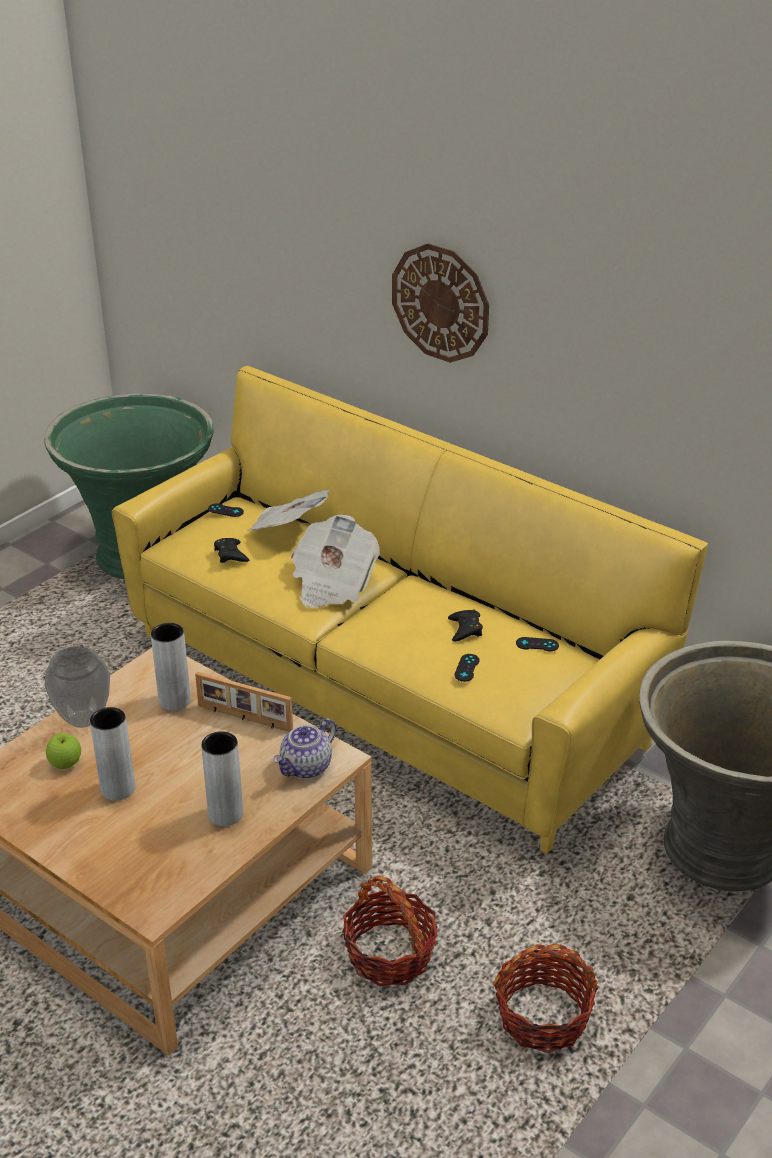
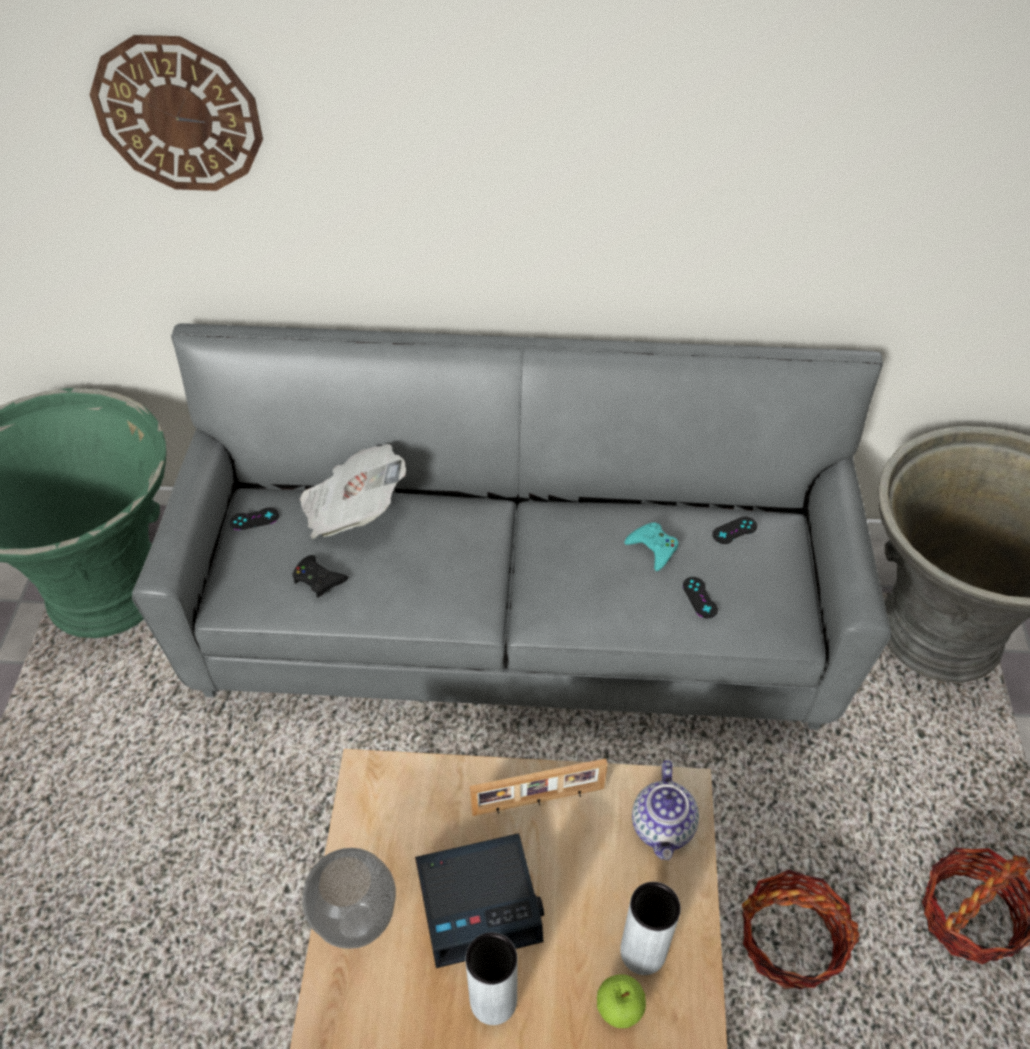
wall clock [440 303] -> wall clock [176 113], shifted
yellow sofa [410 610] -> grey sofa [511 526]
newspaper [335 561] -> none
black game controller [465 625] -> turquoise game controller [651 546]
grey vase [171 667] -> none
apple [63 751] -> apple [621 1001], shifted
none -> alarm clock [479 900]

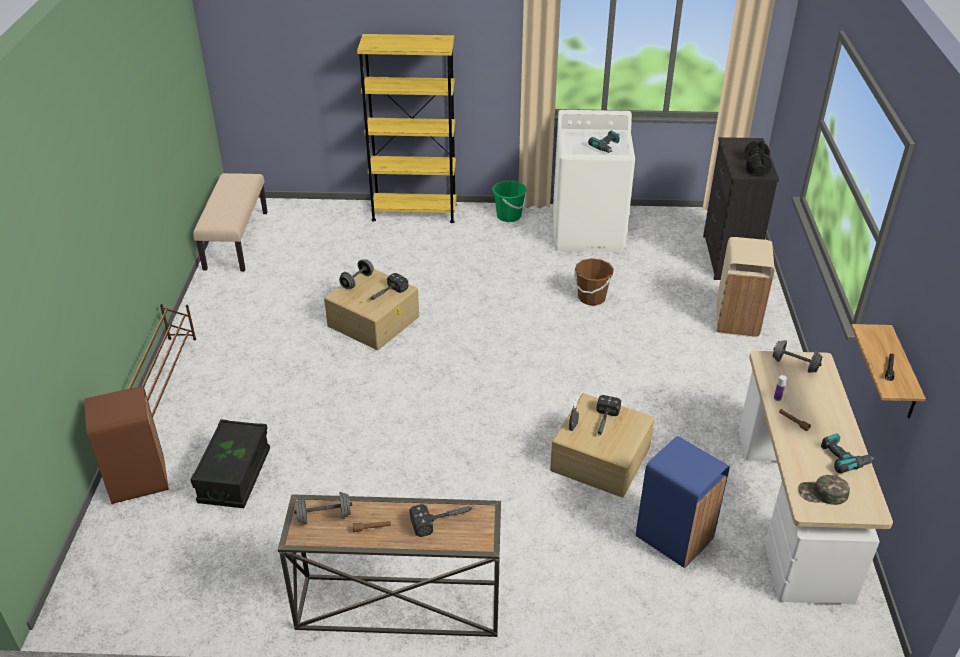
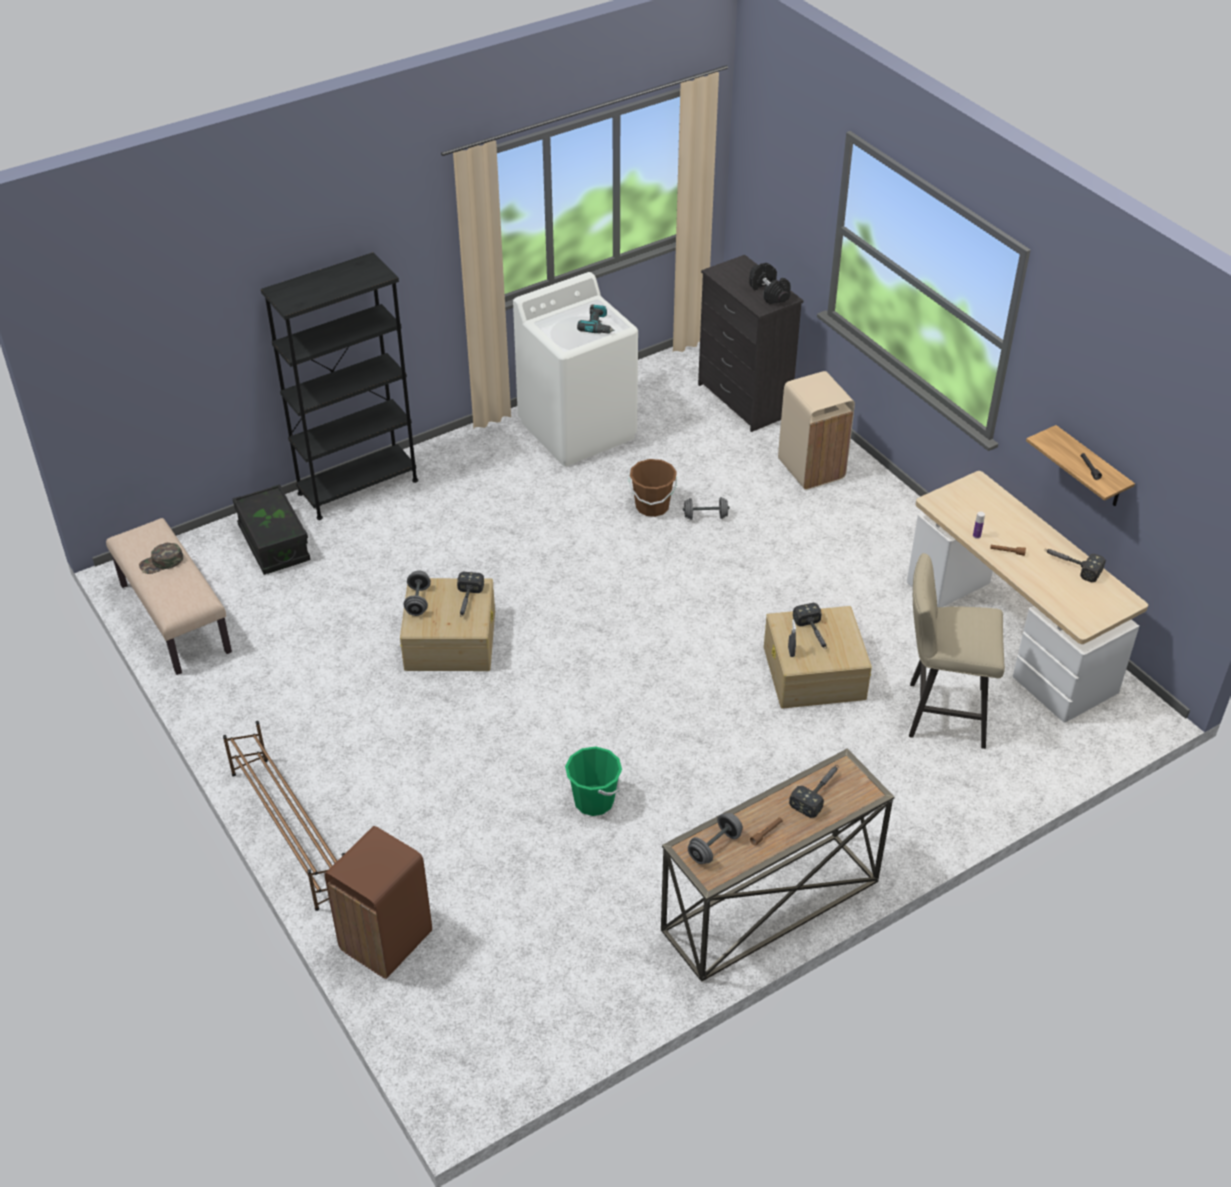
yellow bookcase [407 128] -> black bookcase [339 386]
green bucket [509 201] -> green bucket [593 781], shifted
grey dumbbell [797 356] -> grey dumbbell [706 508], shifted
black storage box [230 463] -> black storage box [271 529], shifted
power drill [847 453] -> hammer [1075 565]
blue trash can [683 502] -> beige stool [957 651]
green cap [824 490] -> green cap [161 558], shifted

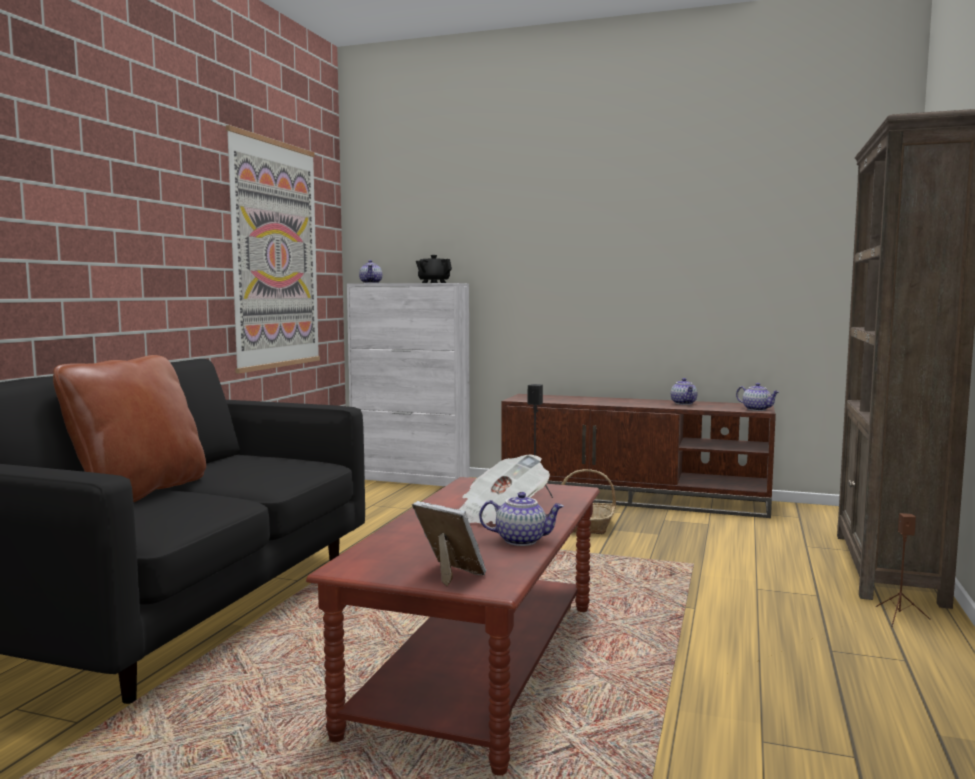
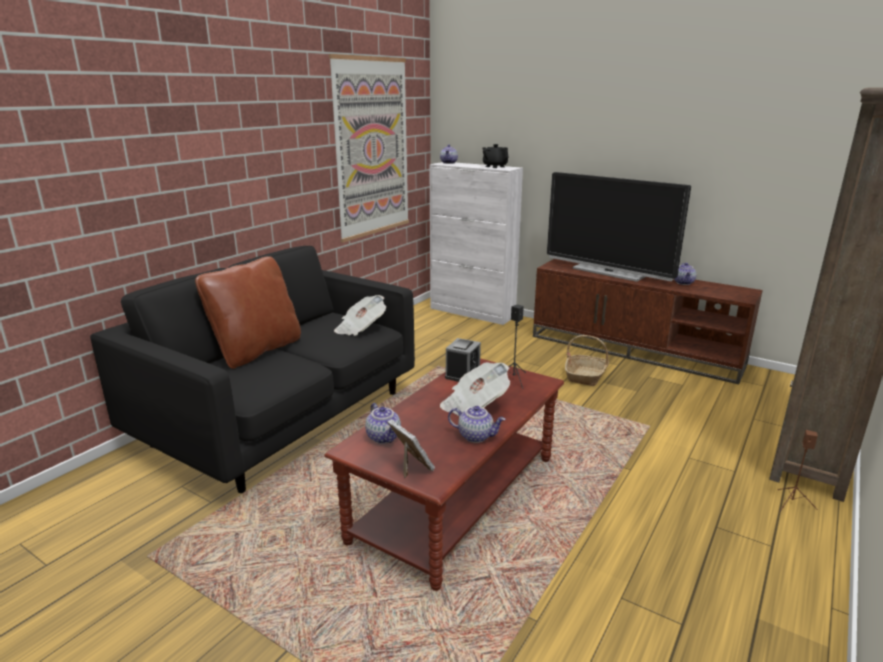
teapot [757 397] -> teapot [383 423], shifted
none -> television [619 227]
none -> newspaper [360 315]
none -> alarm clock [463 360]

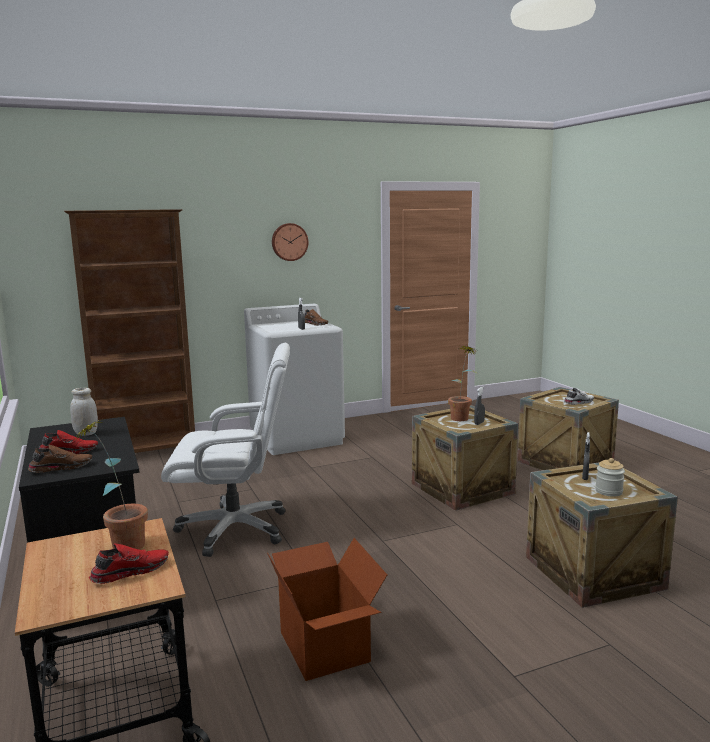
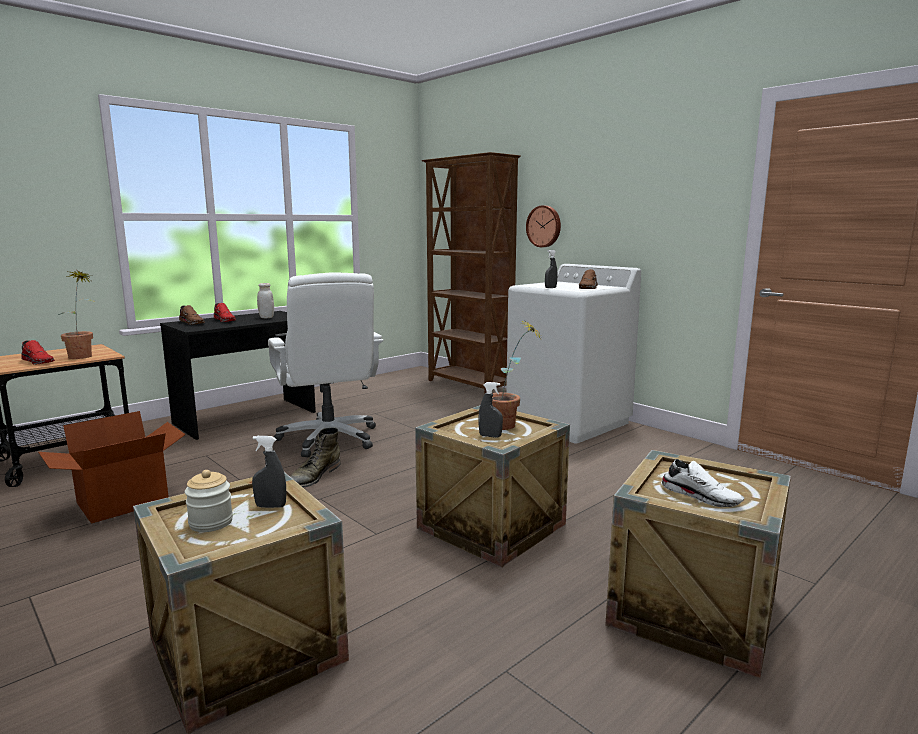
wall clock [290 242] -> wall clock [543 226], shifted
none -> green boot [315 457]

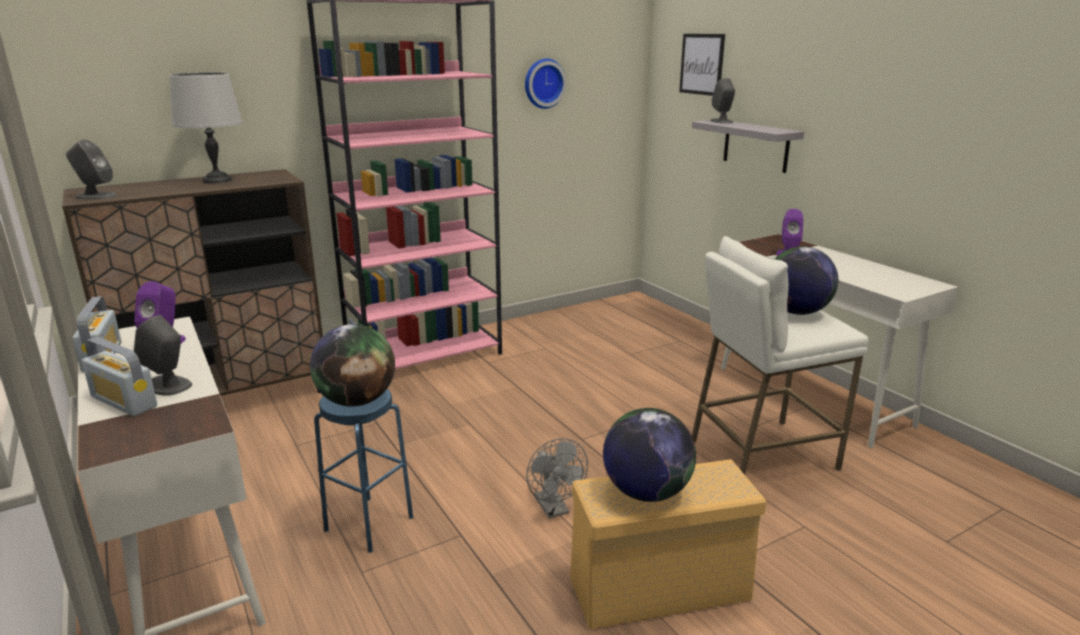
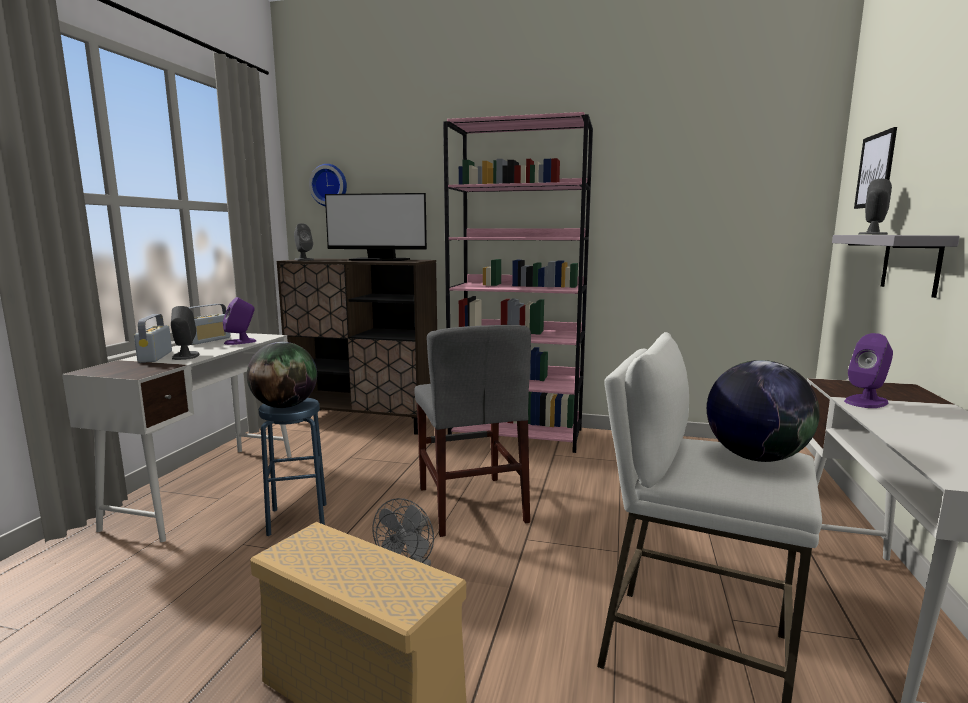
wall clock [545 83] -> wall clock [328 185], shifted
grey table lamp [206 128] -> monitor [376 227]
globe [649 455] -> none
none -> grey chair [472 431]

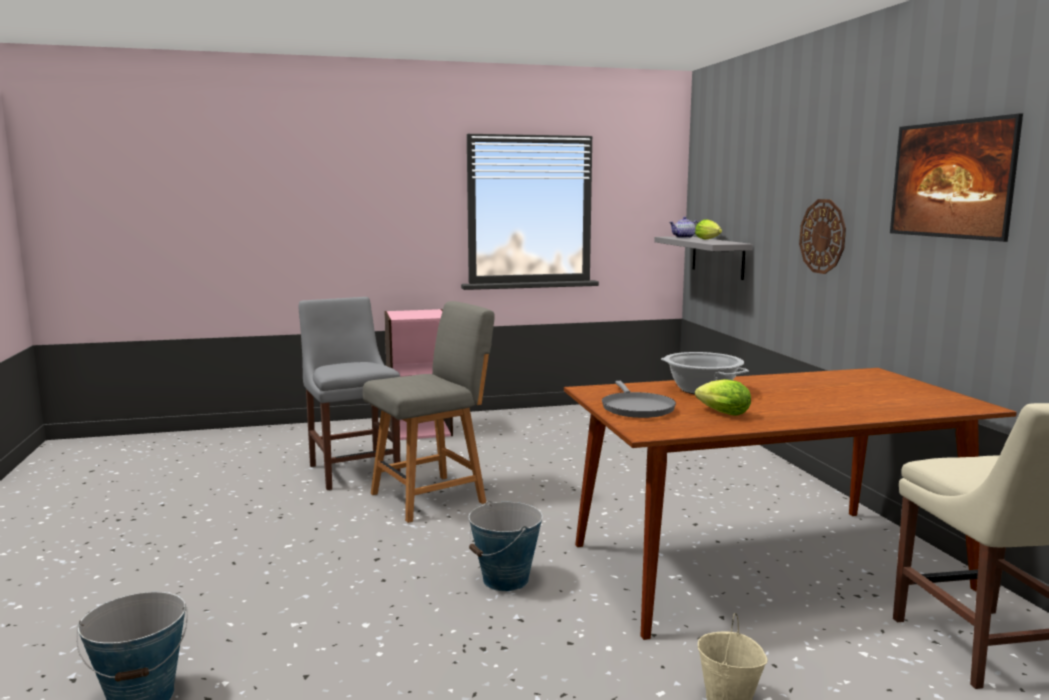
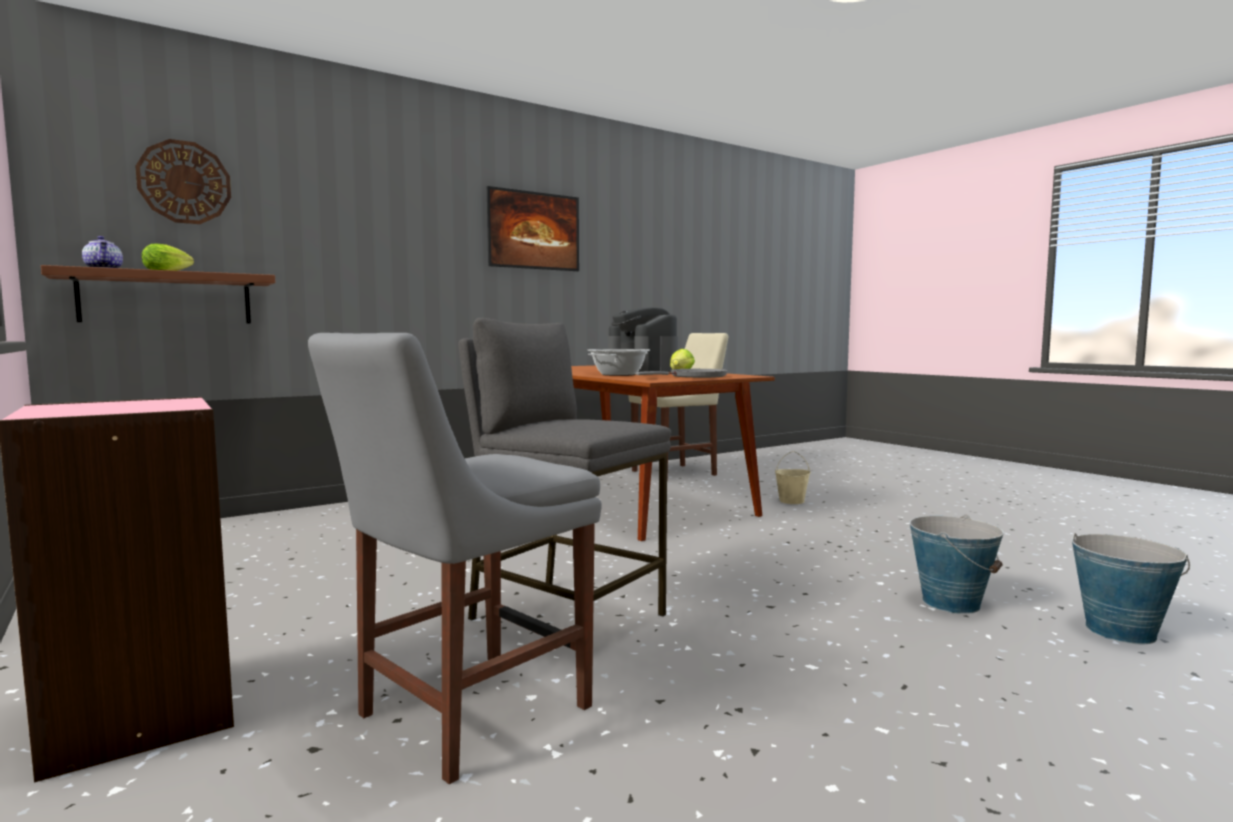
wall clock [822 236] -> wall clock [183 181], shifted
grey shelf [703 258] -> brown shelf [158 294]
grey chair [429 412] -> grey stool [564 469]
bucket [506 546] -> bucket [956 564], shifted
none -> coffee machine [643 339]

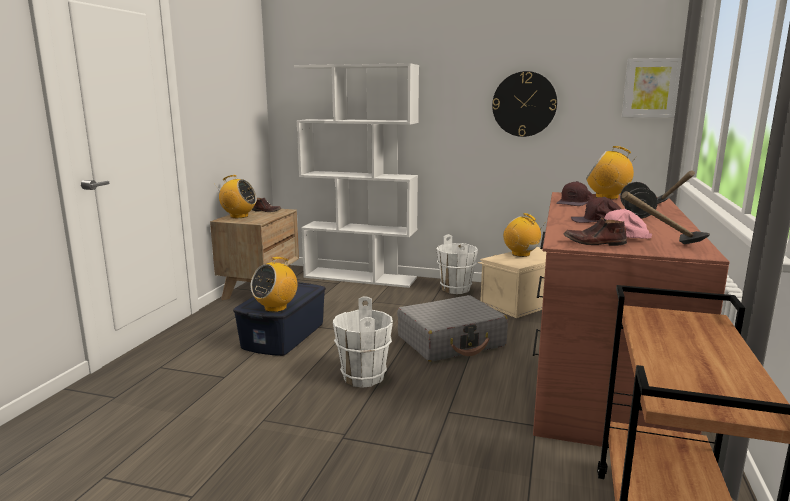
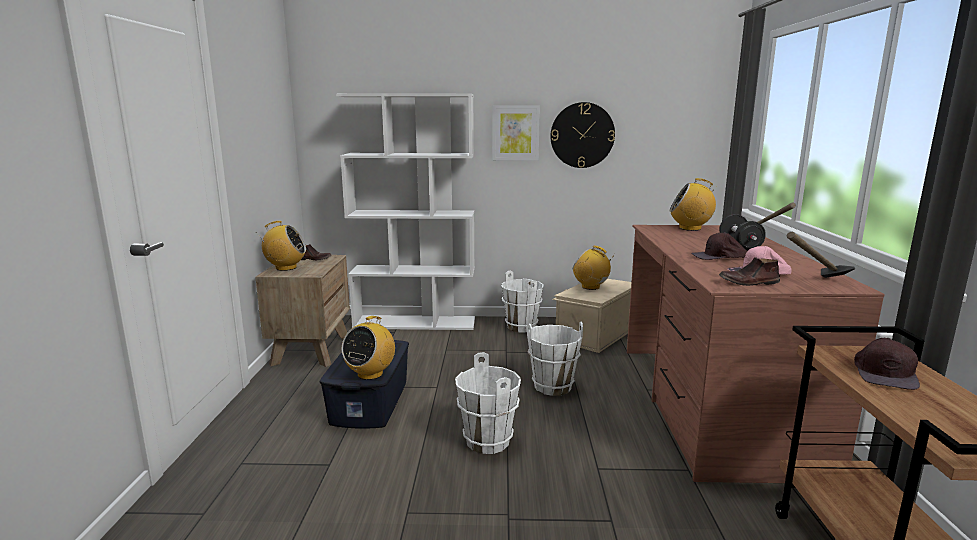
picture [652 88] -> picture [516 133], shifted
brown cap [574 193] -> brown cap [887 364], shifted
grey suitcase [452 328] -> white bucket [555 359]

